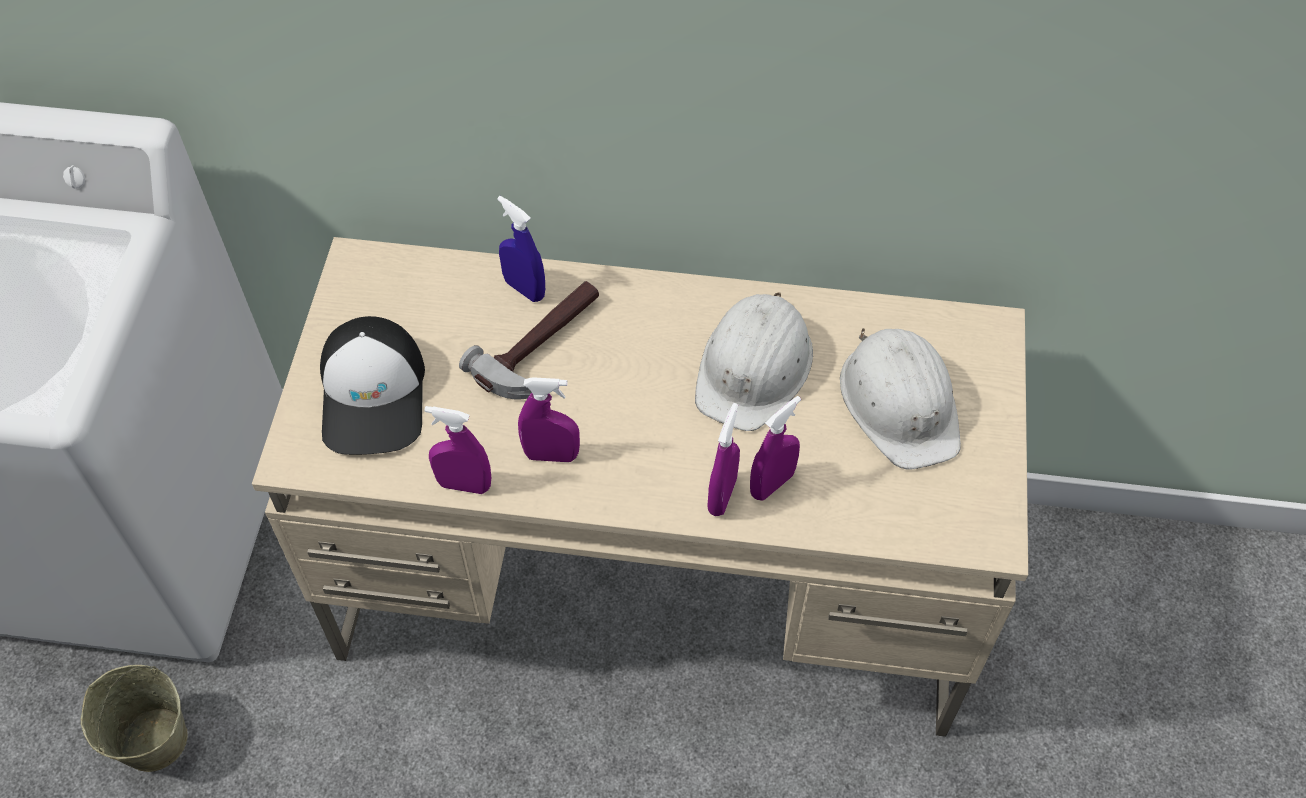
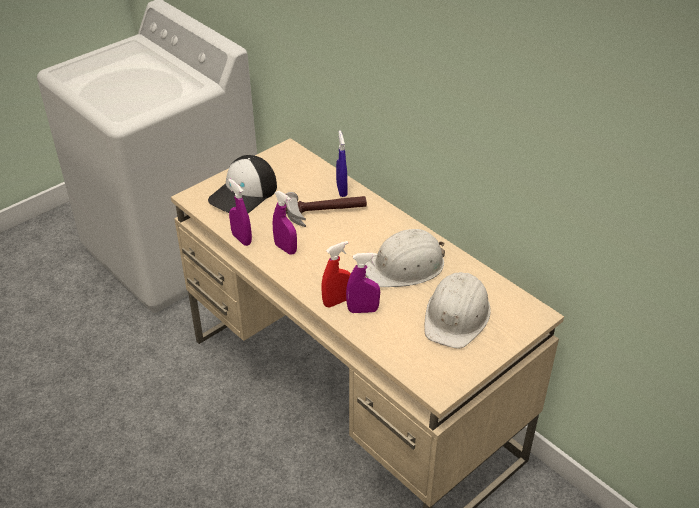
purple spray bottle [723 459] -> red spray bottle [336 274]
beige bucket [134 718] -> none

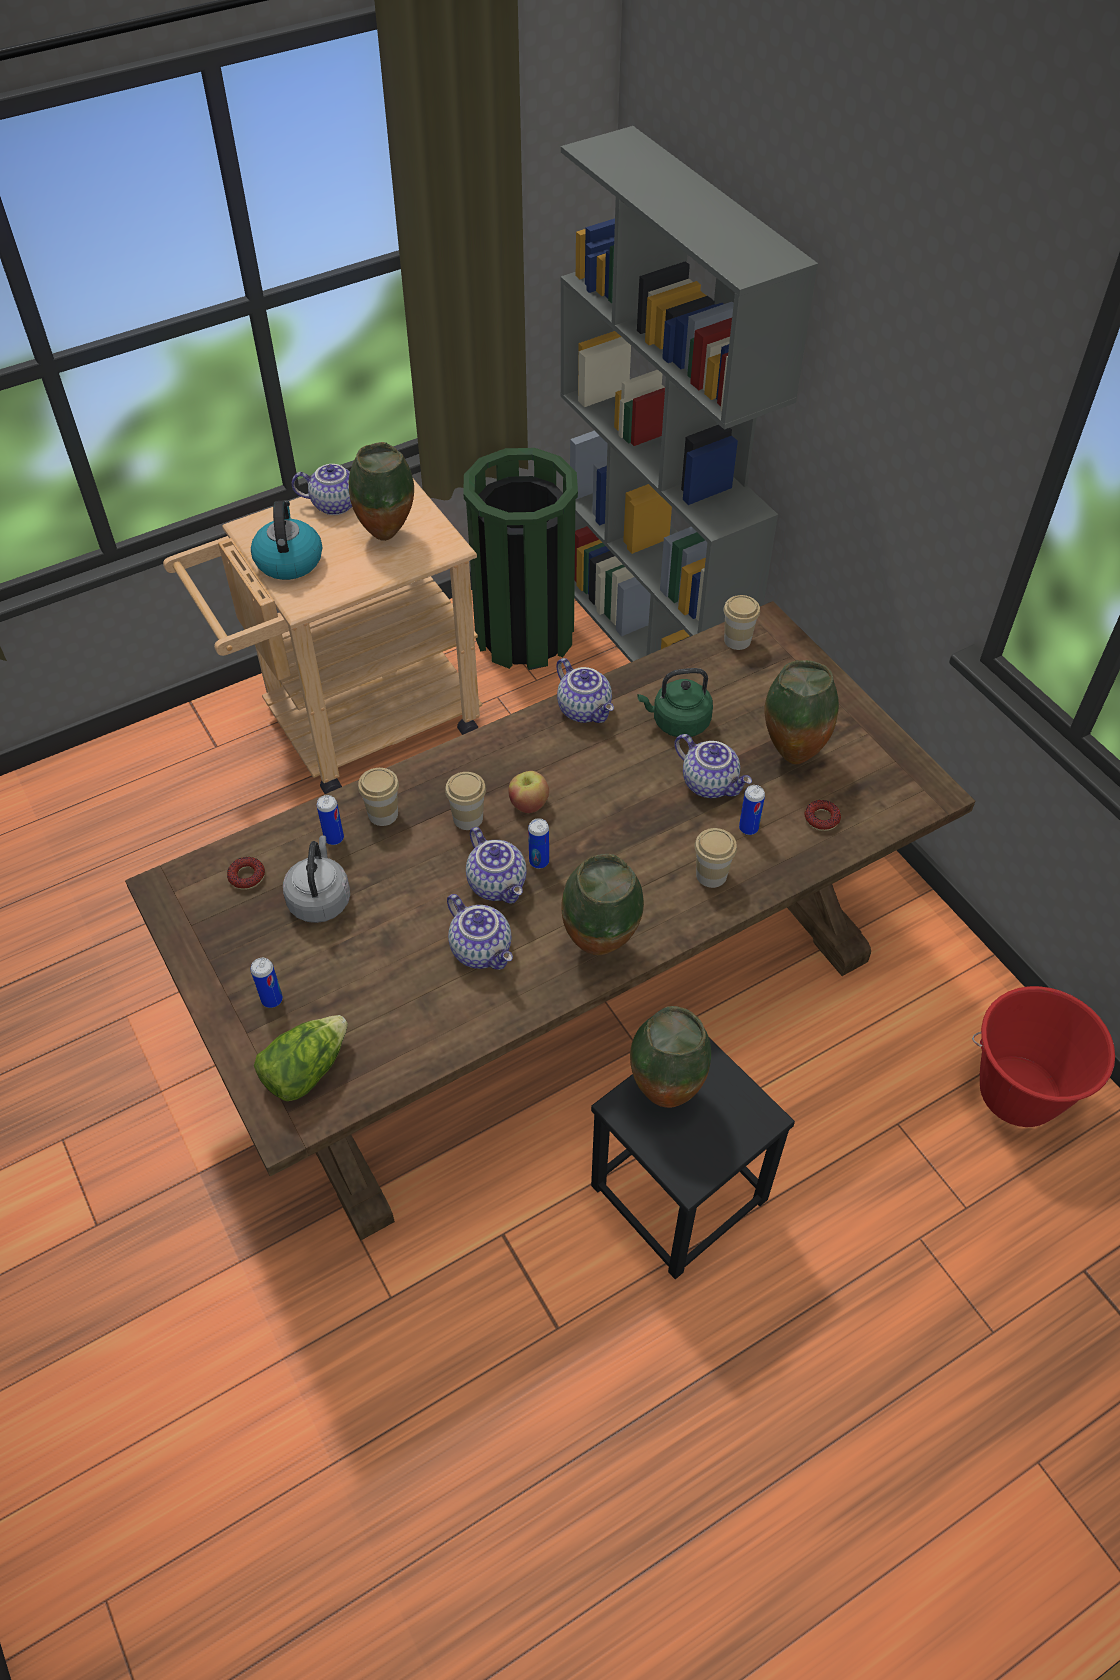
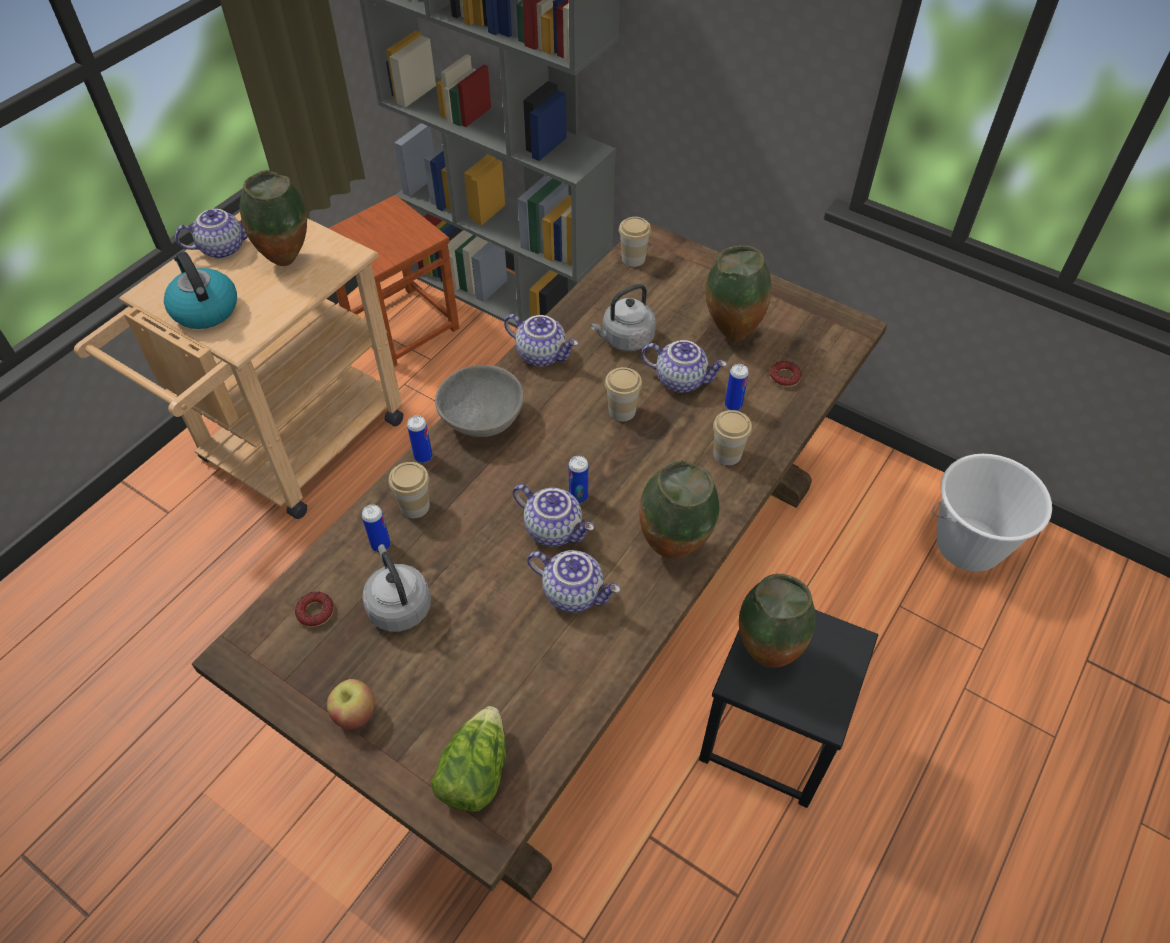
green trash can [520 559] -> brown stool [393 281]
green kettle [675 702] -> grey kettle [623 317]
apple [528 792] -> apple [351 704], shifted
cup [465 801] -> cup [623 394], shifted
can [267 983] -> can [419 439], shifted
red bucket [1043 1056] -> white bucket [992 512]
none -> grey bowl [479 401]

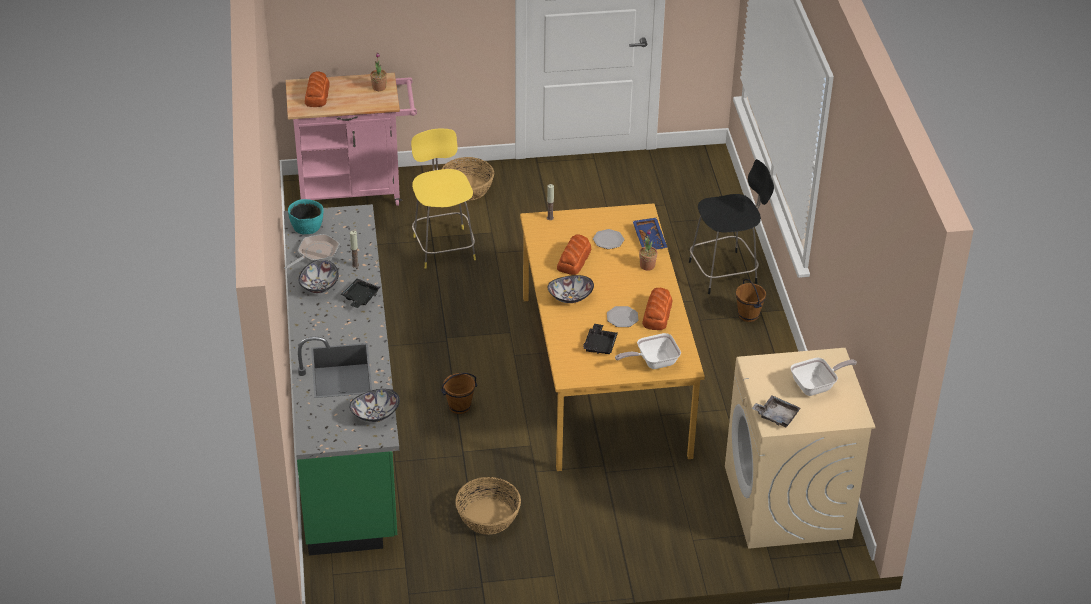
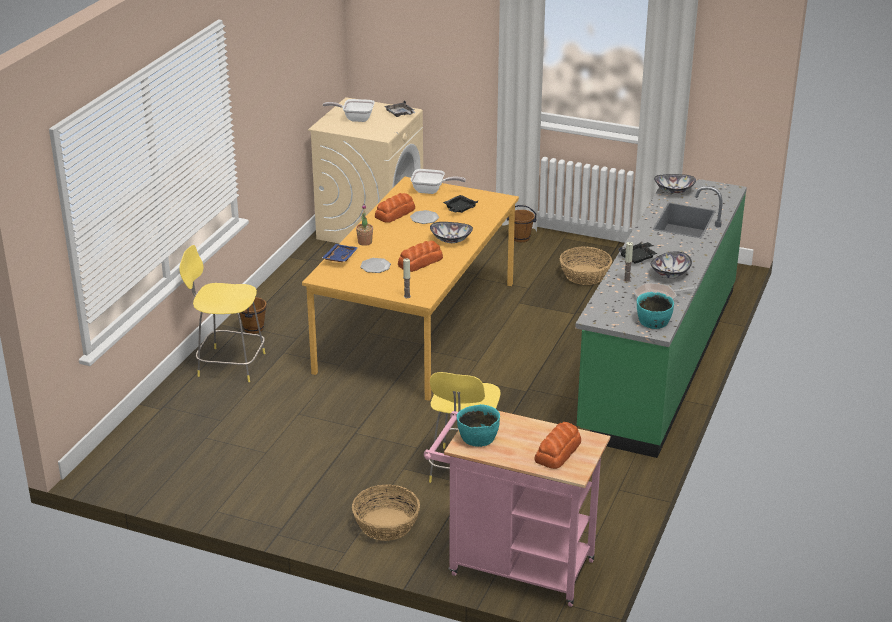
potted plant [378 72] -> turquoise bowl [478 425]
black stool [731 226] -> yellow stool [222 313]
brown bucket [459 393] -> brown bucket [521 223], shifted

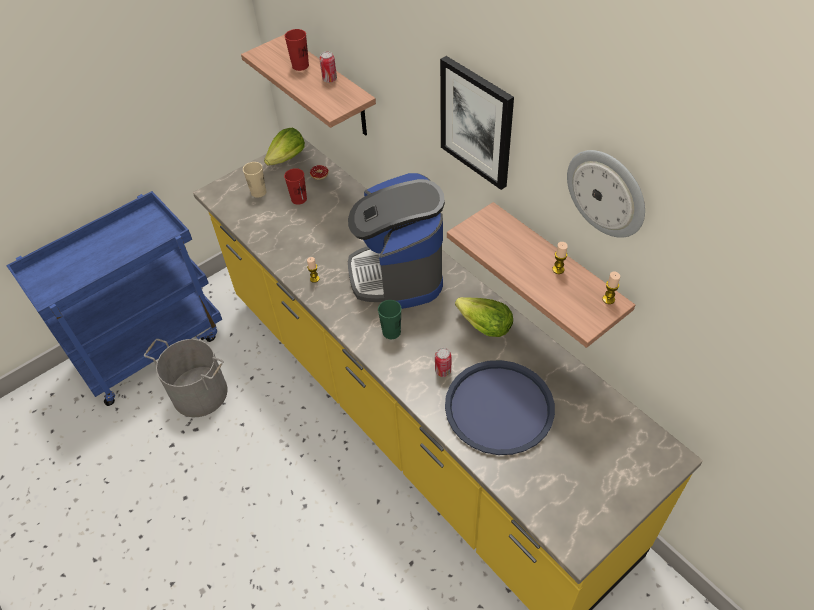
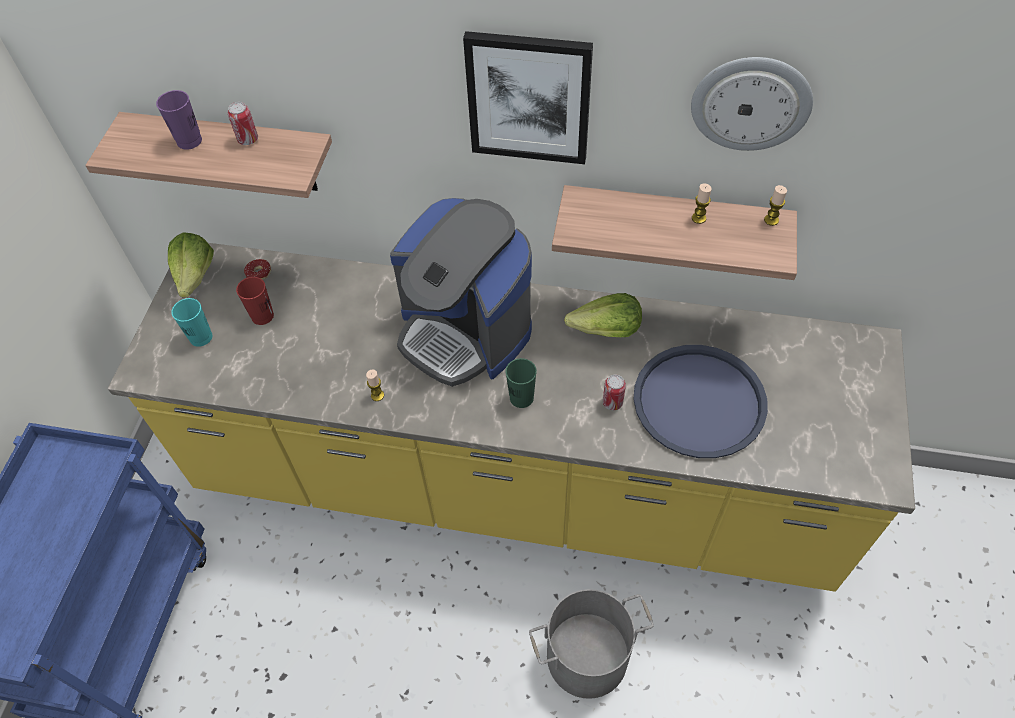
red cup [297 50] -> purple cup [179 120]
beige cup [255 180] -> turquoise cup [191 322]
grey bucket [186 378] -> grey bucket [591 644], shifted

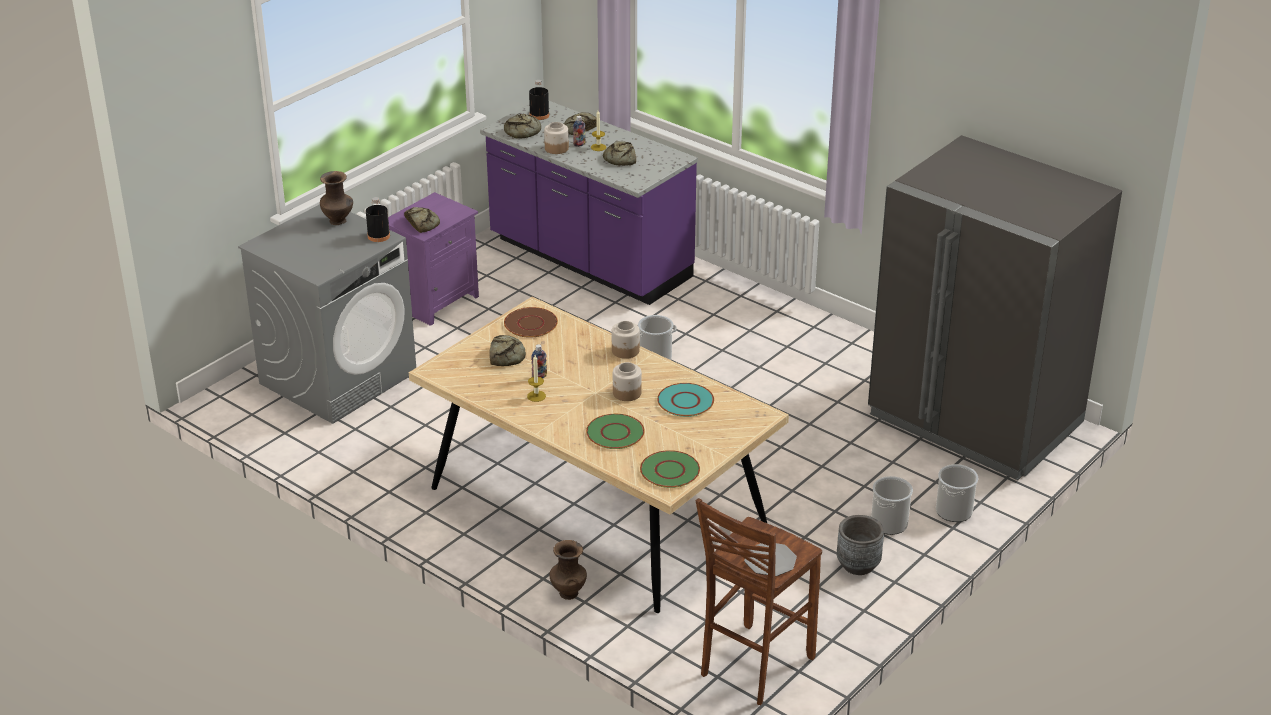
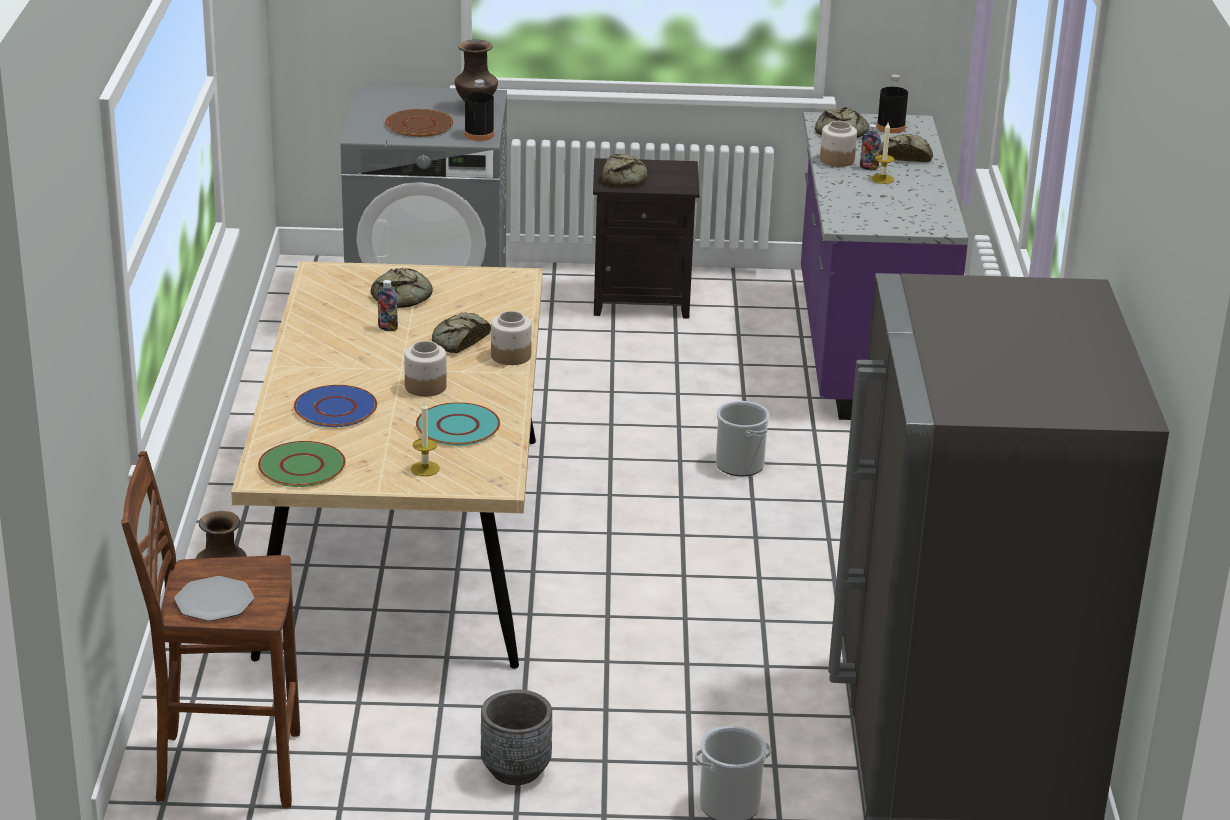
bread [619 153] -> bread [461 332], shifted
purple nightstand [433 259] -> black nightstand [646 238]
brown plate [531 322] -> brown plate [419 123], shifted
candle [536 378] -> candle [425 438], shifted
green plate [615 431] -> blue plate [335 406]
bucket [892 505] -> none

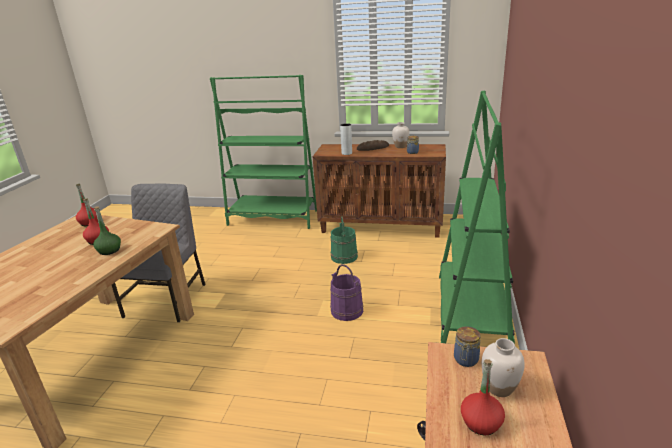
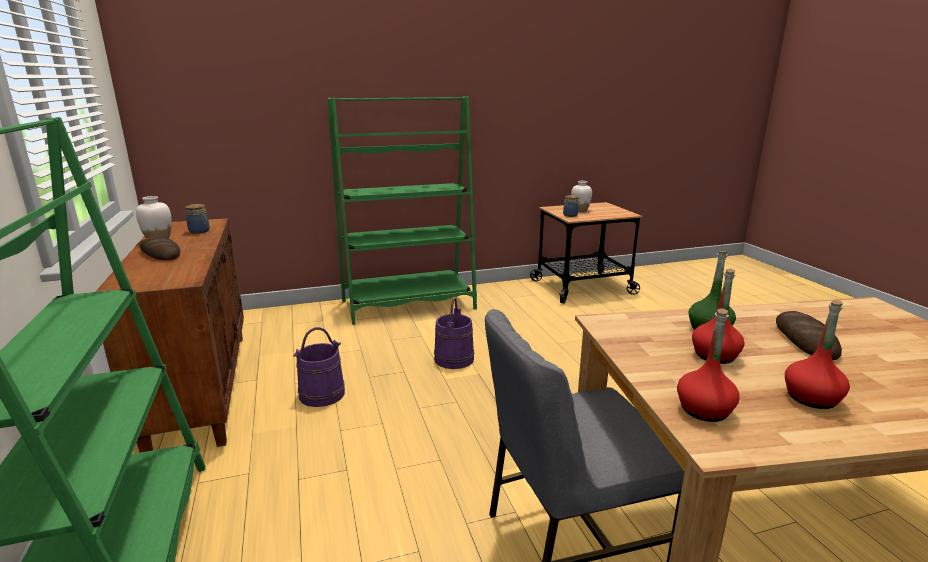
grey vase [346 139] -> none
green bucket [344 240] -> purple bucket [319 367]
red bottle [483 397] -> red bottle [817 354], shifted
none -> bread [809 335]

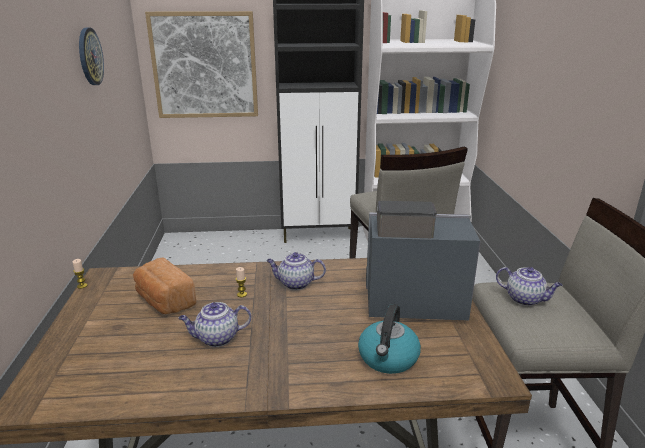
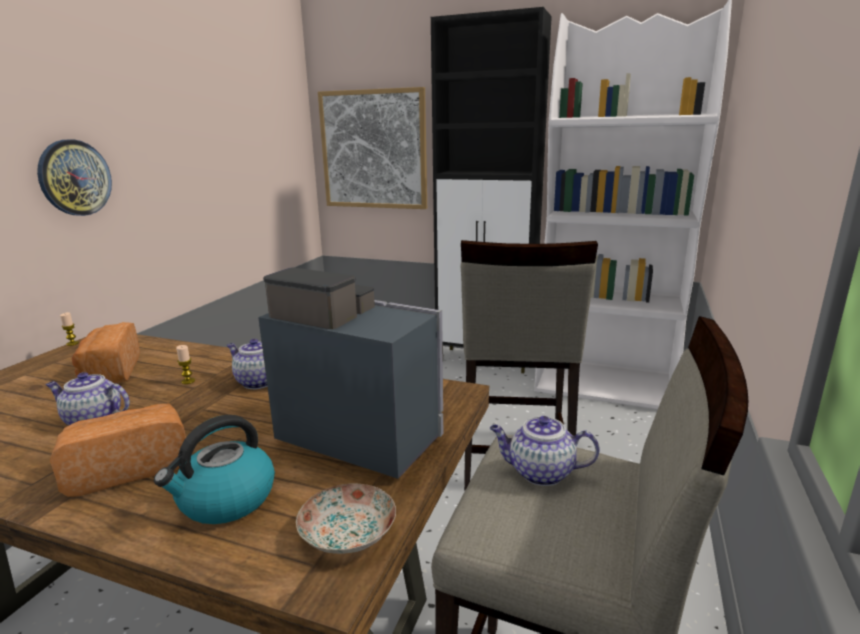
wall clock [91 56] -> wall clock [74 177], shifted
teapot [529 286] -> teapot [545 451], 135 degrees clockwise
none -> bread [118 450]
none -> plate [346 518]

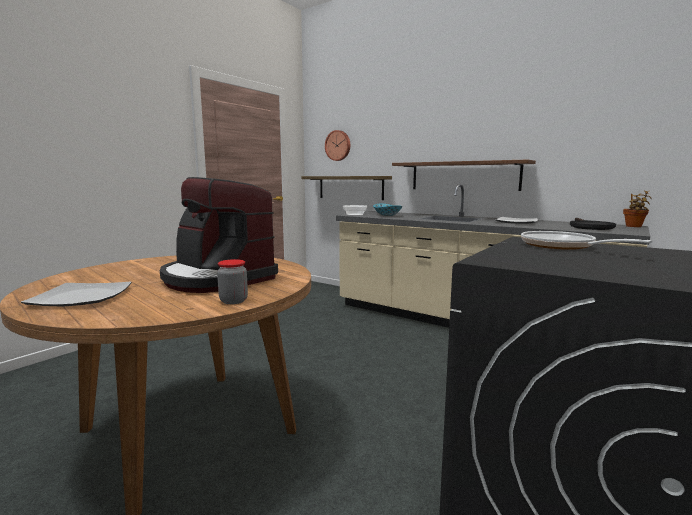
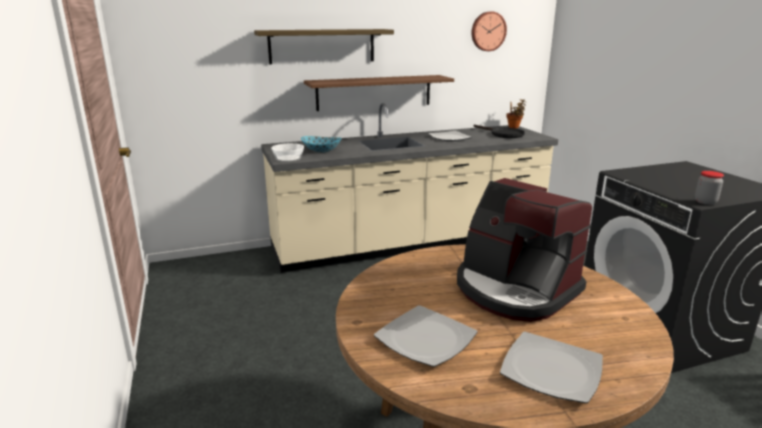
wall clock [337 145] -> wall clock [489 31], shifted
shelf [347 188] -> shelf [324 46], shifted
coffee machine [219 235] -> coffee machine [524 250], 60 degrees clockwise
frying pan [587 240] -> none
jar [232 281] -> jar [709 188], shifted
none -> plate [426 336]

